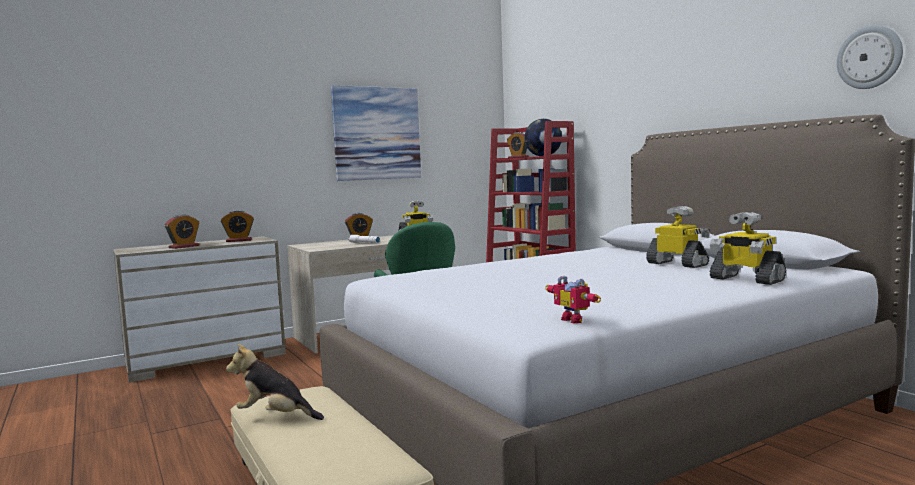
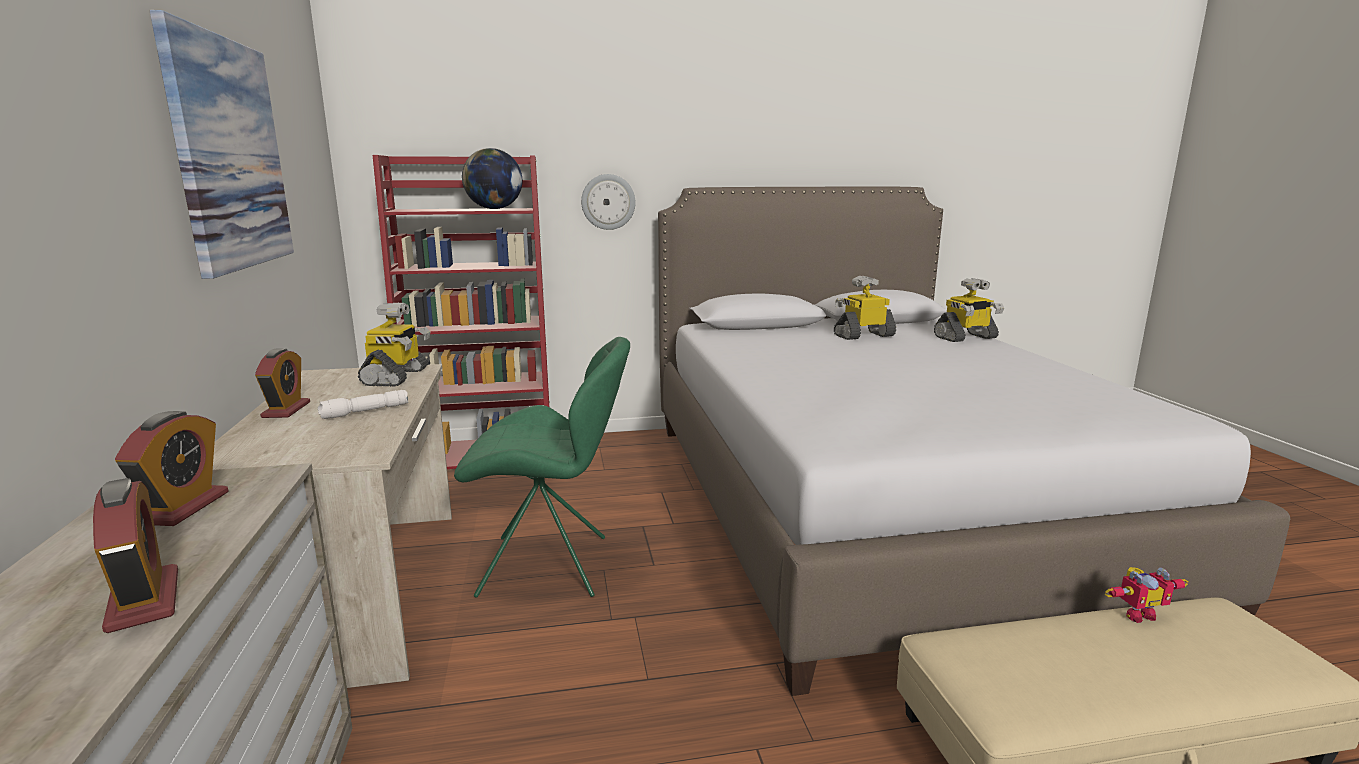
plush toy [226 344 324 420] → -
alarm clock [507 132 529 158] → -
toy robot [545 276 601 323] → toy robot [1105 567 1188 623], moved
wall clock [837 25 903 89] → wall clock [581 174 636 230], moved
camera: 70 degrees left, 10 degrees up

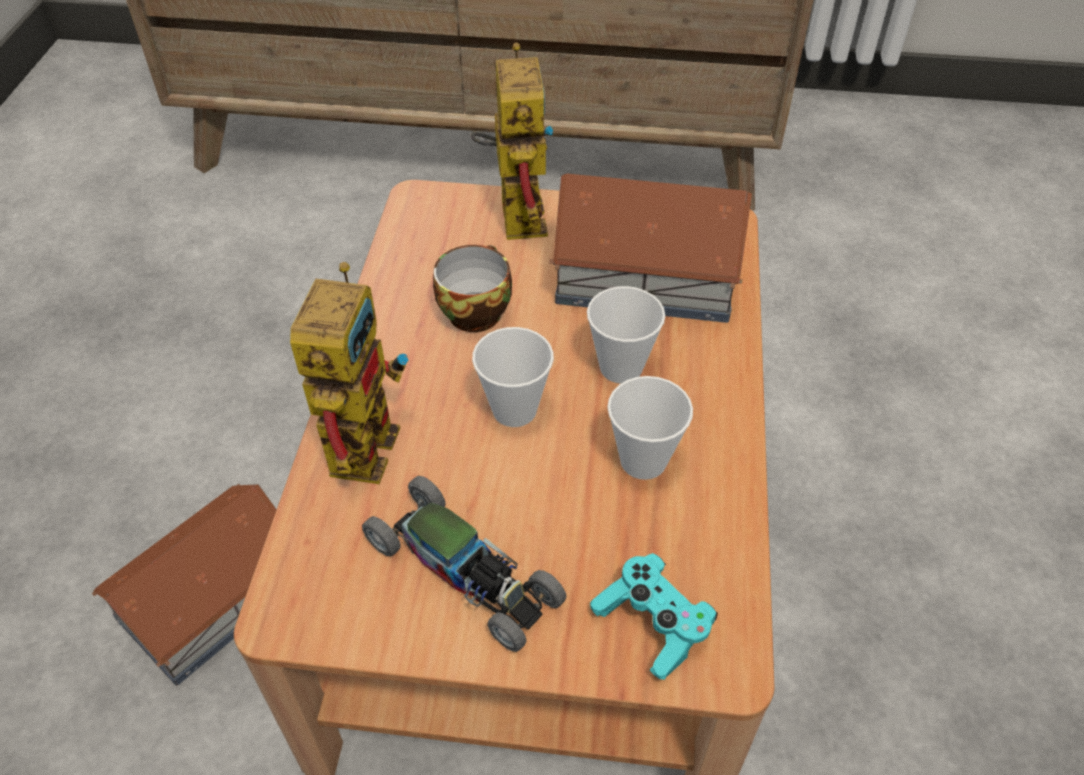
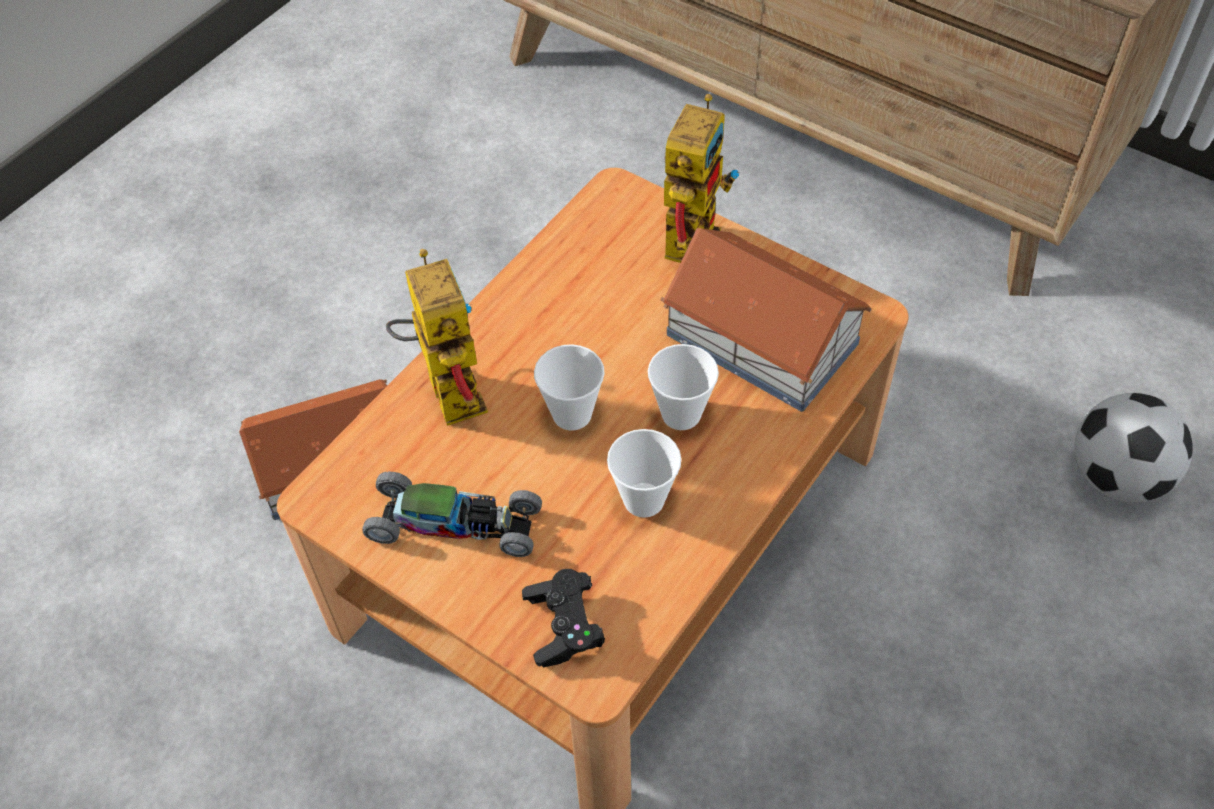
cup [433 245 512 332] → -
- → football [1075 393 1193 503]
turquoise game controller [590 553 718 680] → black game controller [522 569 605 667]
toy robot [290 262 408 484] → toy robot [386 249 488 426], 60 degrees counterclockwise
toy car [362 476 566 652] → toy car [363 471 542 557], 60 degrees counterclockwise
camera: 30 degrees right, 5 degrees up

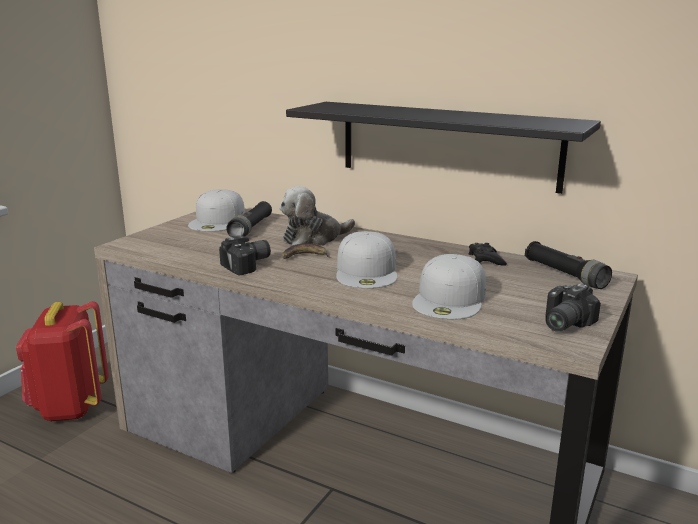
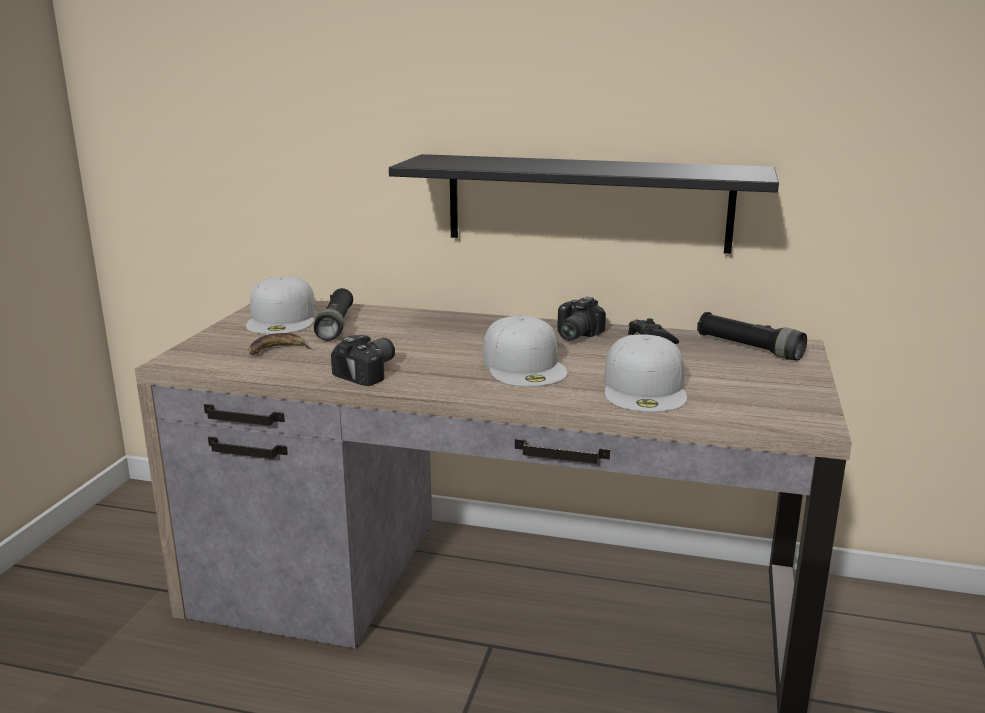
red backpack [16 301 109 421] → -
plush toy [280 186 355 246] → -
banana [282 243 332 259] → banana [249 333 312 355], moved
photo camera [545 283 601 332] → photo camera [557 296 606 341], moved
camera: 15 degrees left, 0 degrees up

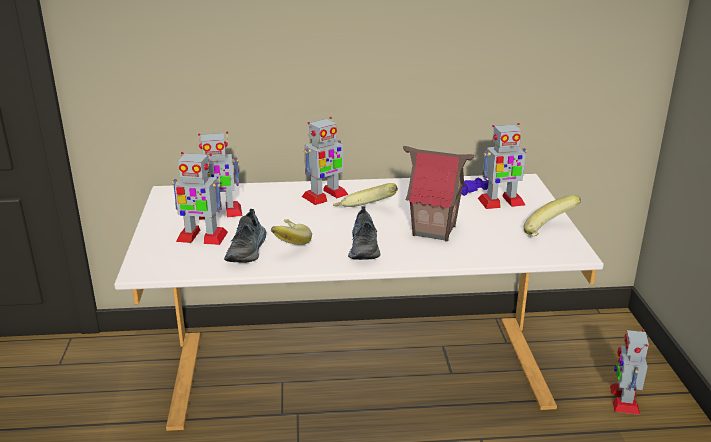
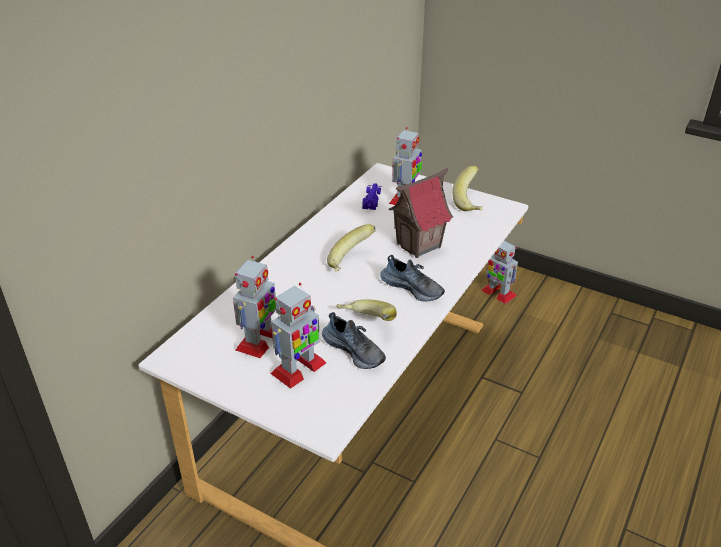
toy robot [301 117 348 205] → -
camera: 55 degrees left, 10 degrees up

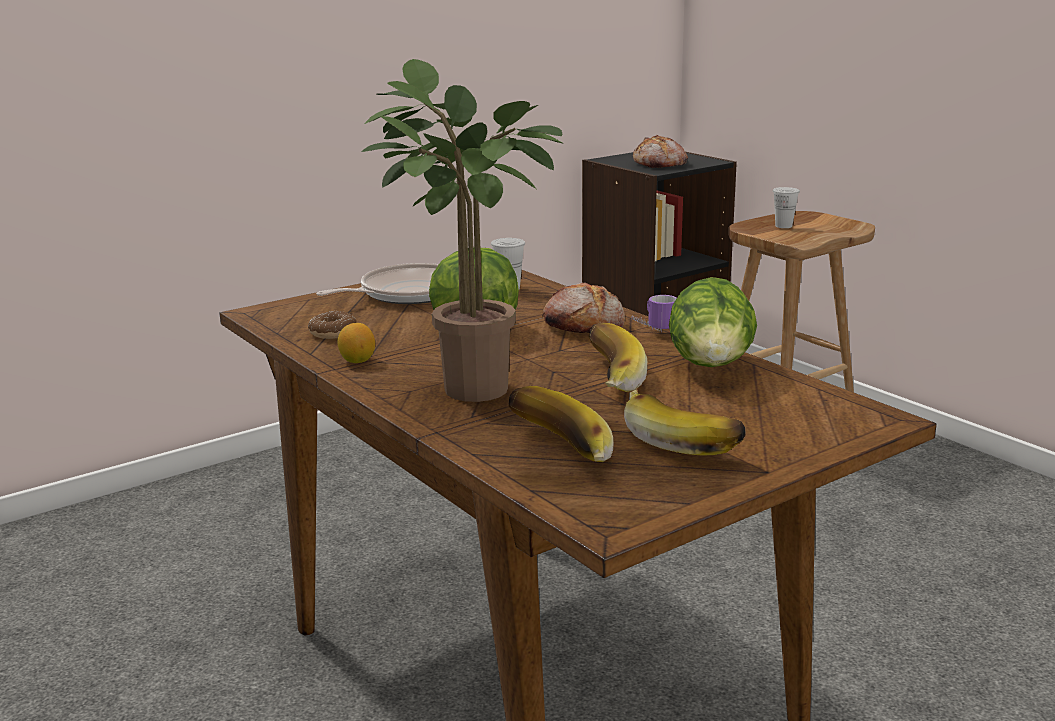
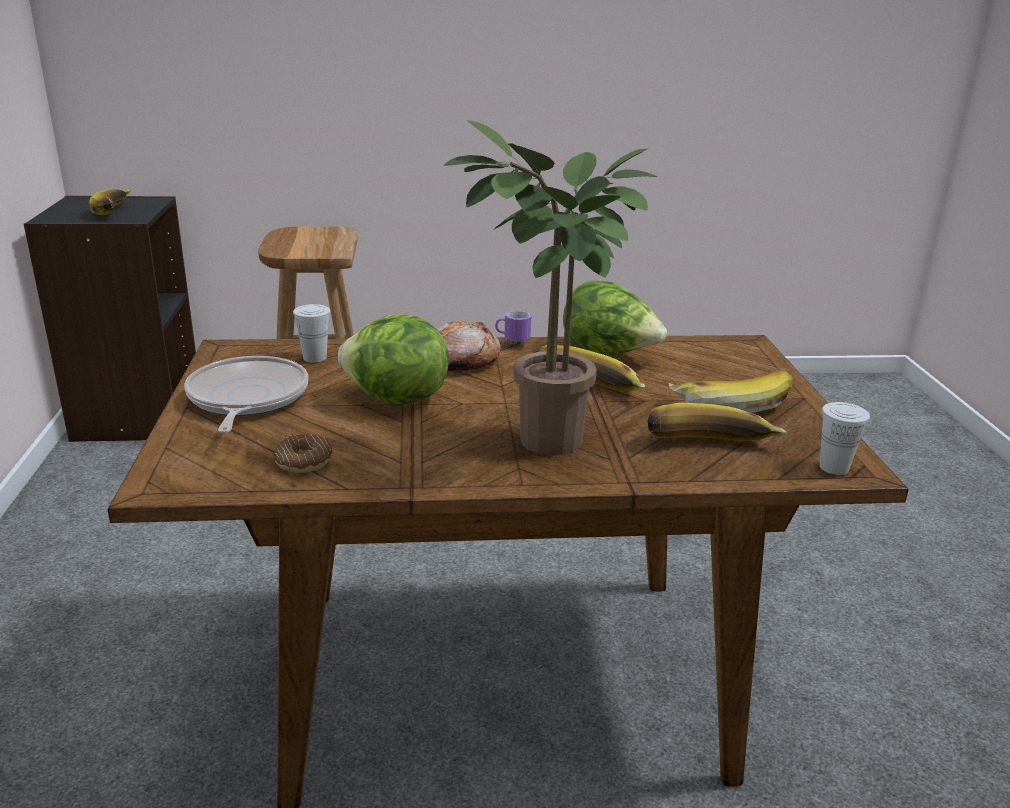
lemon [337 323 375 363] → -
white cup [773 187 800 228] → white cup [820 402 870 475], moved
bread [633 135 688 168] → banana [89 189 131 215]
camera: 60 degrees left, 5 degrees up

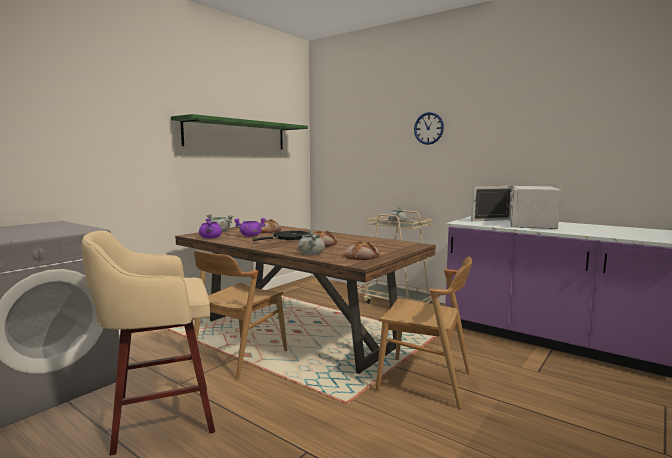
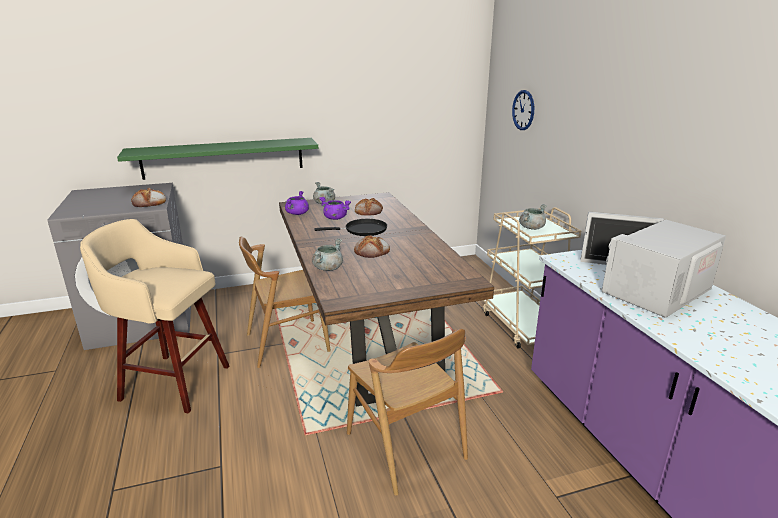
green shelf [171 114 308 150] → green shelf [117 138 318 180], moved
bread [344 241 379 260] → bread [131 188 166 207], moved
wall clock [414 112 444 145] → wall clock [512 90 534 130], moved
camera: 35 degrees right, 15 degrees up

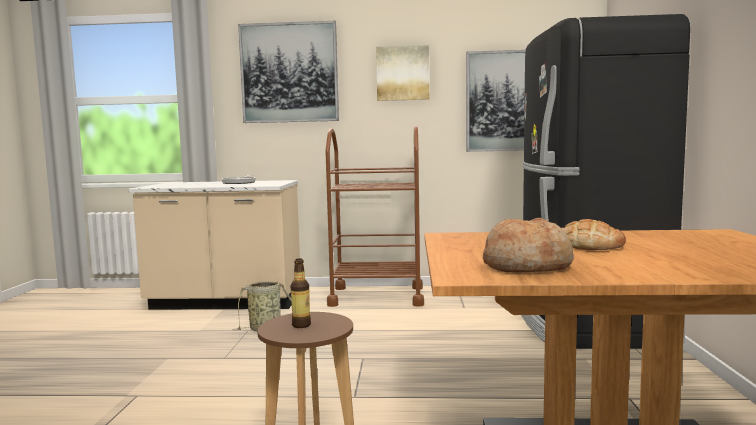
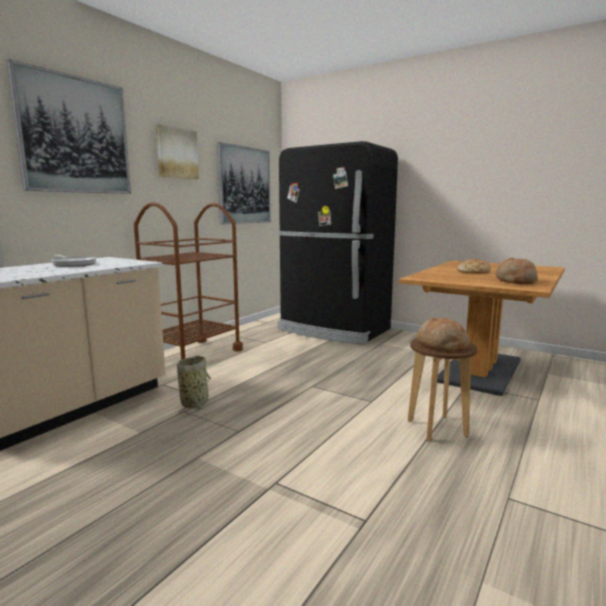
bottle [291 259 311 328] → bread [417 317 470 352]
camera: 60 degrees left, 5 degrees up

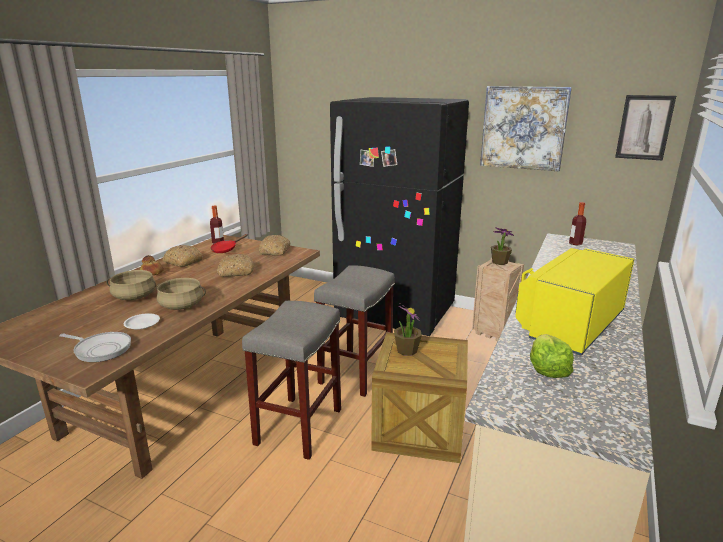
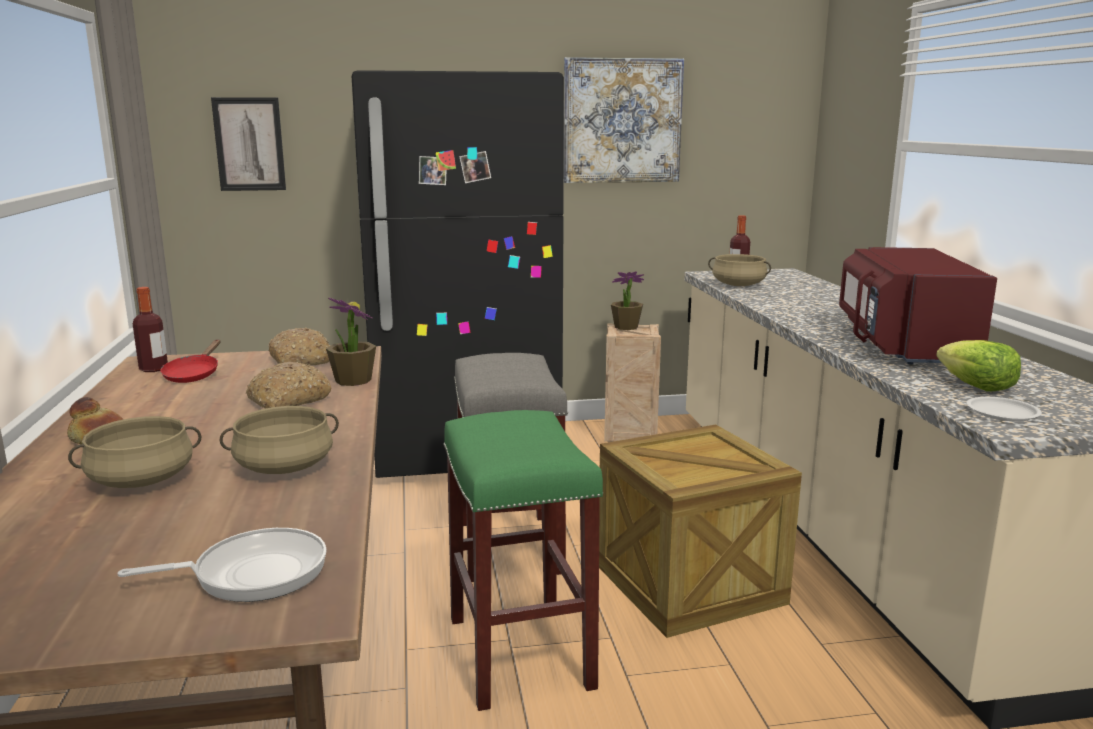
bread [163 245 203 267] → -
- → beige cooking pot [708 254 771 286]
white plate [124 313 160 330] → white plate [966 397 1042 421], moved
potted plant [394 304 422 356] → potted plant [326 298 376 386], moved
picture [615 95 676 161] → picture [211 97 286 191], moved
grey stool [242 301 341 460] → green stool [443 410 603 711]
yellow microwave [515 248 634 355] → red microwave [839 247 997 364]
camera: 35 degrees left, 5 degrees down

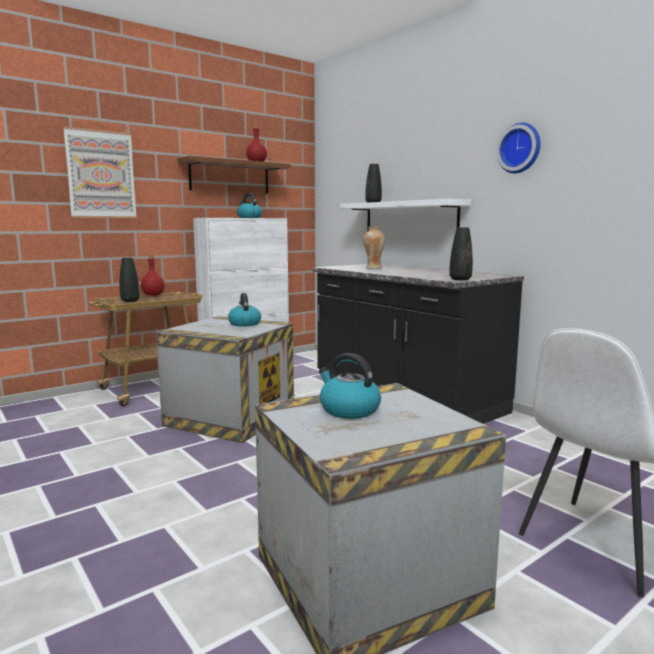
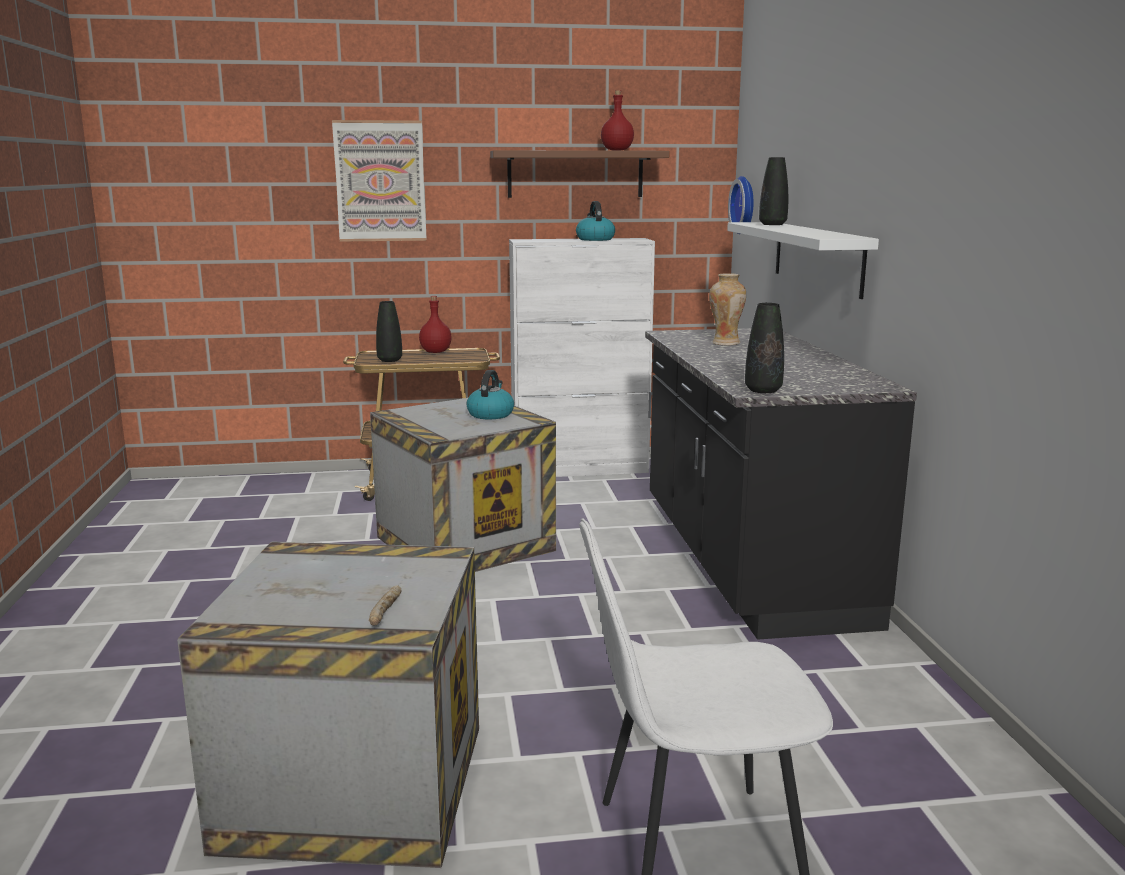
kettle [319 353 381 419] → -
- → bread [369 585 401 626]
wall clock [496 123 541 173] → wall clock [728 176 753 234], moved
camera: 30 degrees right, 5 degrees up

